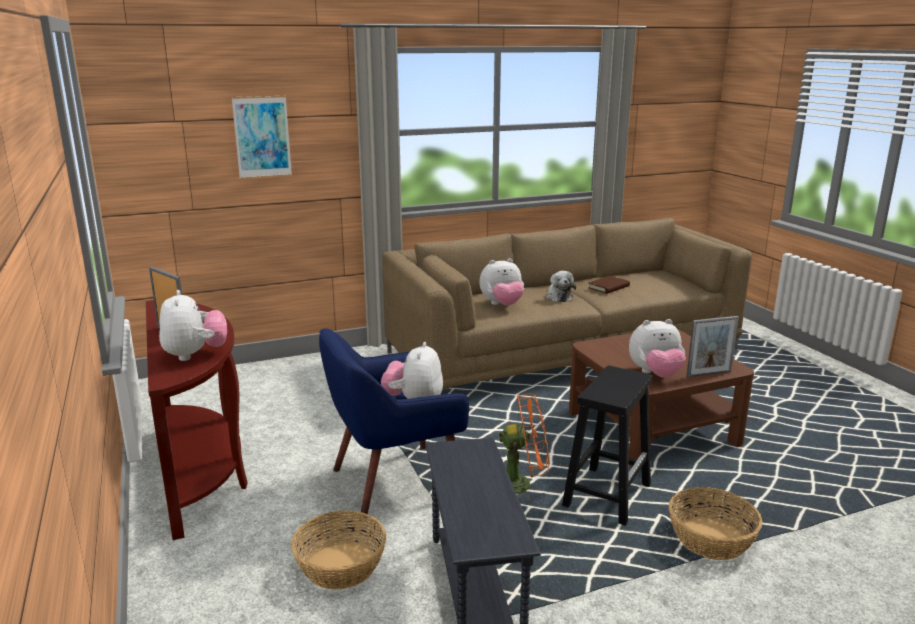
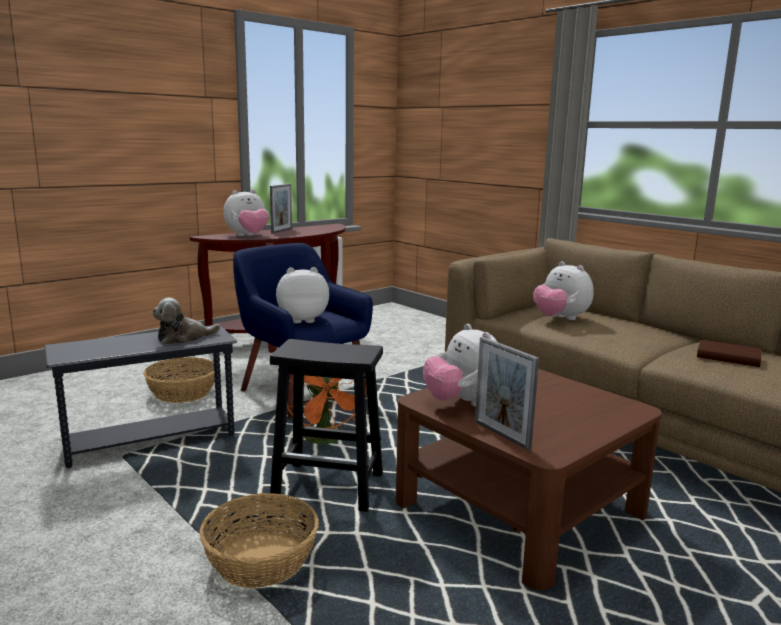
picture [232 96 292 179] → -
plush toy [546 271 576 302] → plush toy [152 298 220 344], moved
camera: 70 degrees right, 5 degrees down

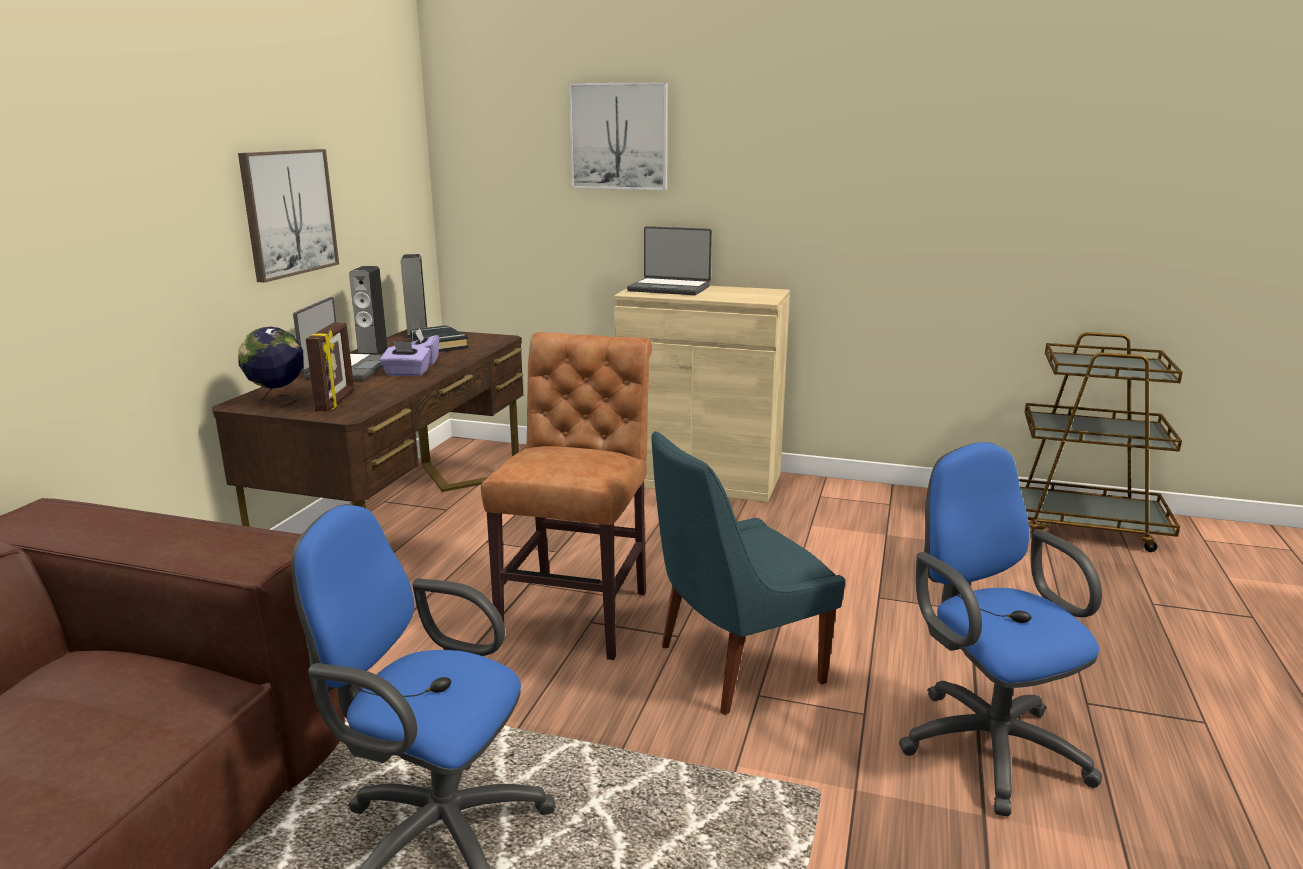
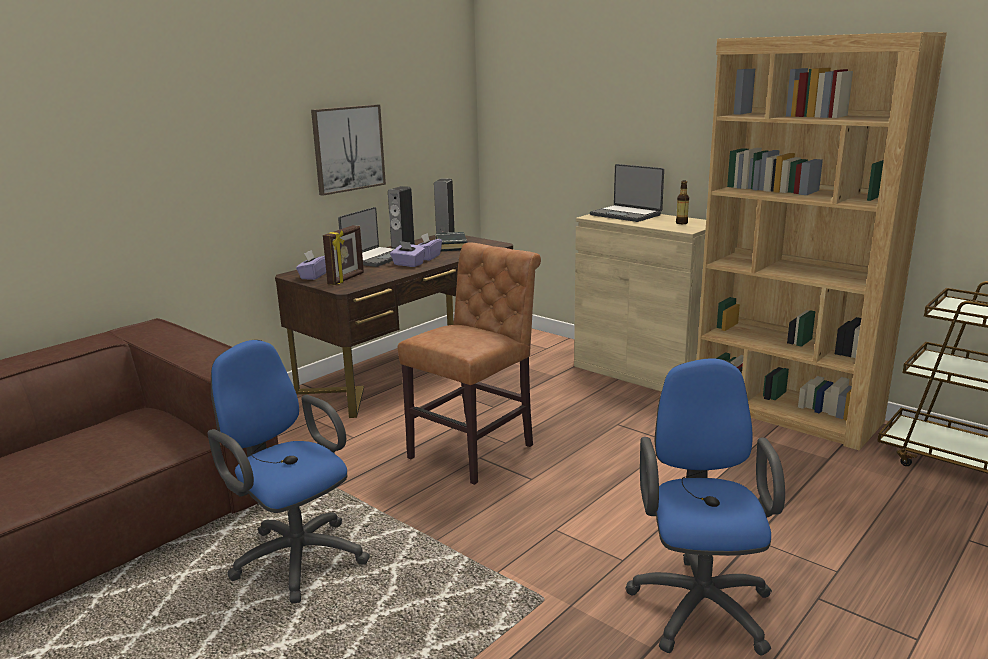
picture [568 82 668 190] → -
blue chair [651 431 845 715] → -
- → bottle [676 181 689 224]
- → brown bookcase [697 32 947 451]
globe [238 327 303 407] → purple tissue box [296 250 326 280]
camera: 25 degrees right, 0 degrees up

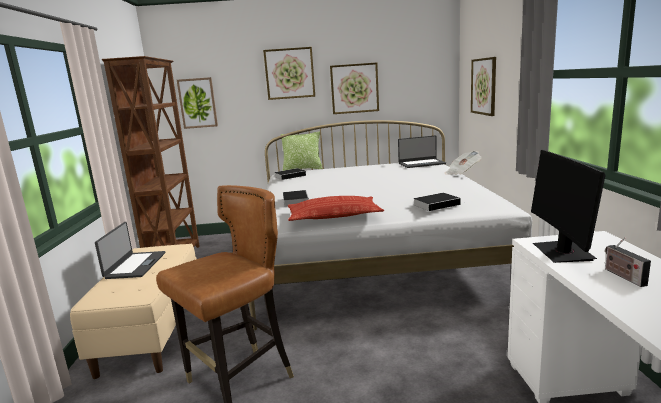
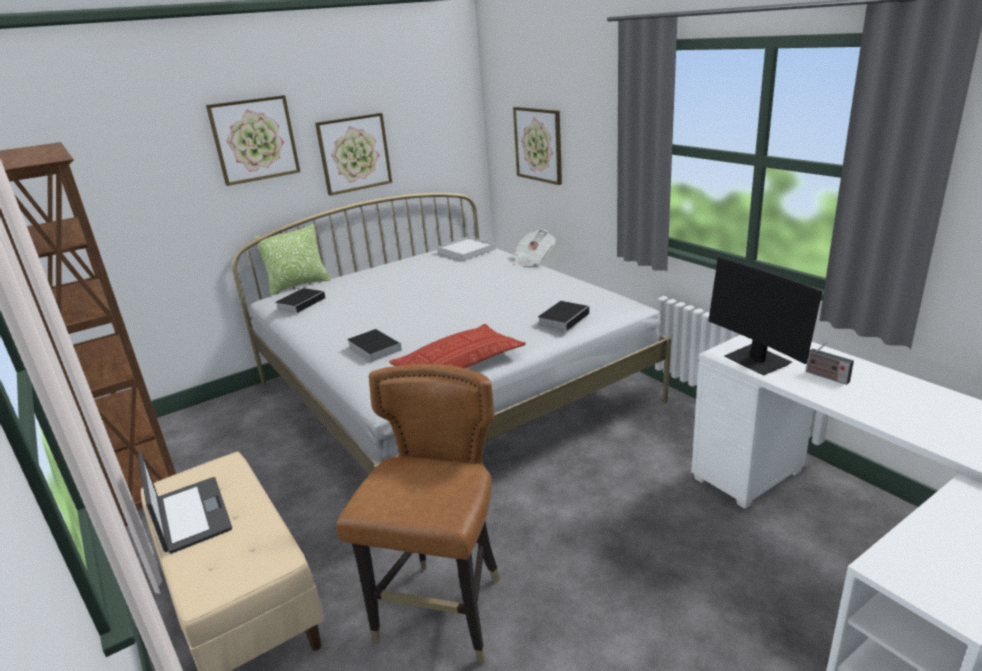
picture [177 77 218 129] → -
laptop [398 135 446 168] → white tray [437 236 496 261]
camera: 30 degrees left, 10 degrees up

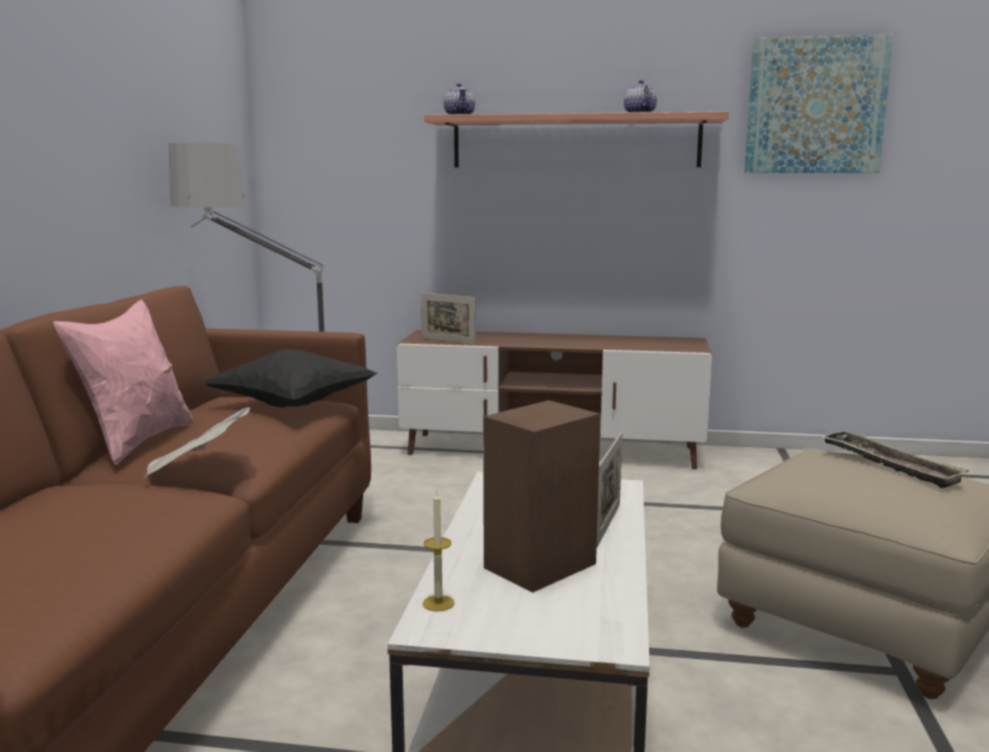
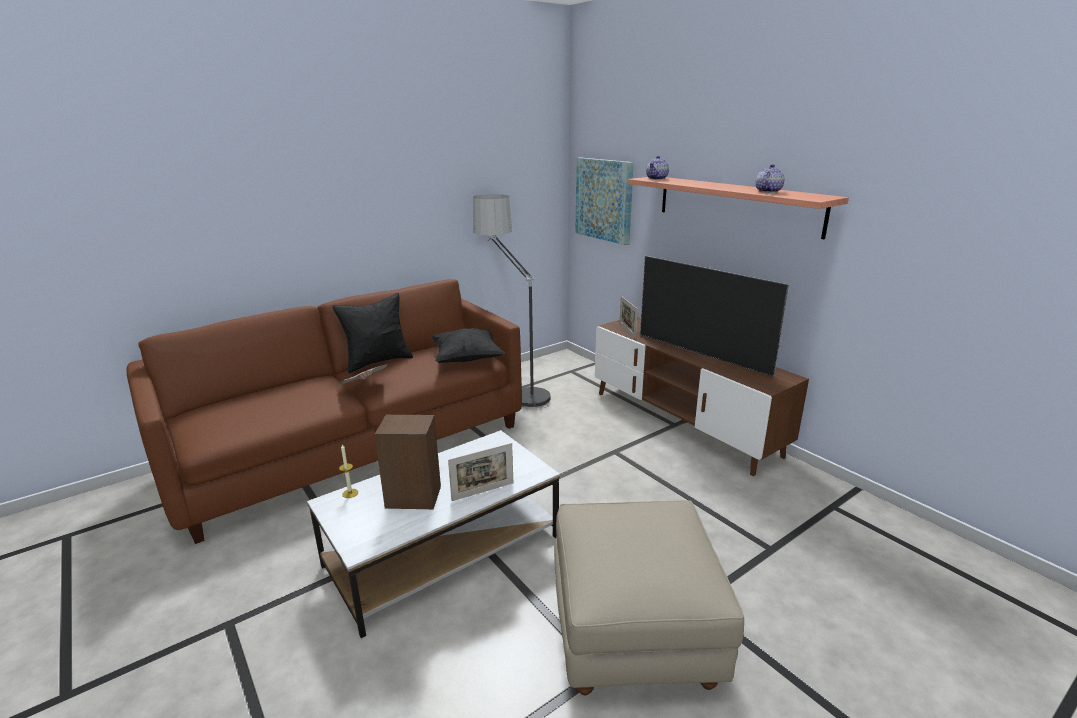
tray [820 430 969 488] → -
- → television [640 256 789 377]
picture [744 35 893 173] → picture [575 157 634 245], moved
pink pillow [53 299 194 465] → black pillow [332 293 413 373]
camera: 45 degrees right, 10 degrees up

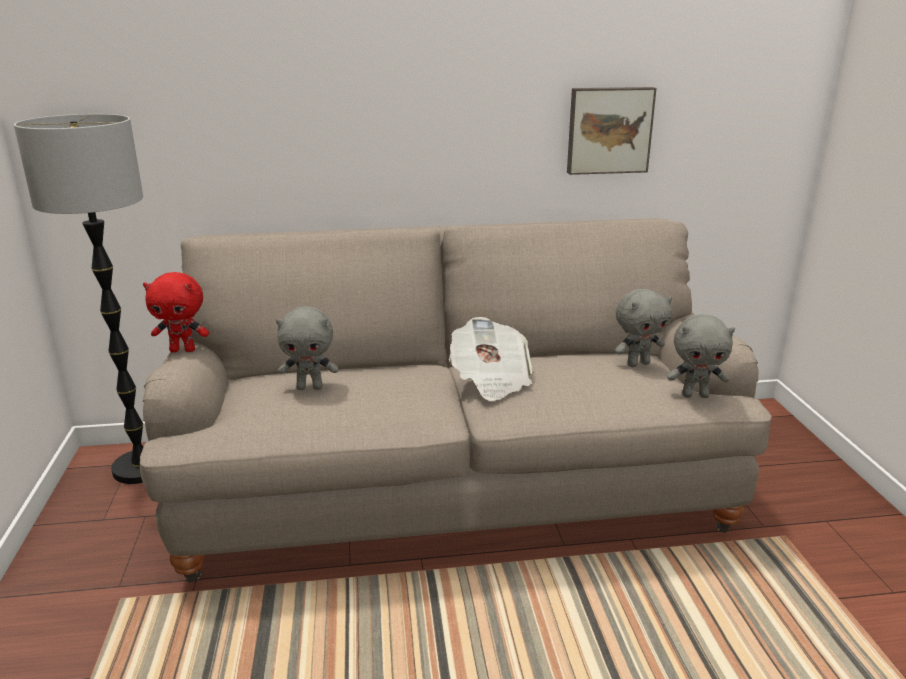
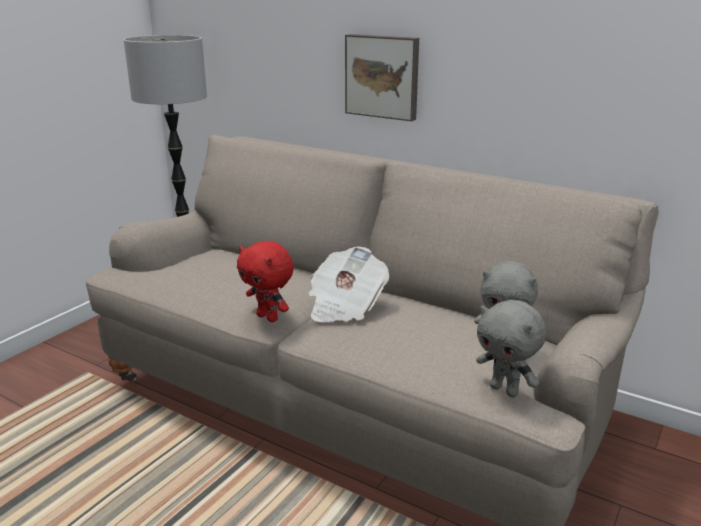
grey plush toy [276 307 338 390] → -
red plush toy [143 272 209 352] → red plush toy [237 241 294 322], moved
picture [567 87 657 175] → picture [345 34 419 121], moved
camera: 40 degrees right, 0 degrees up

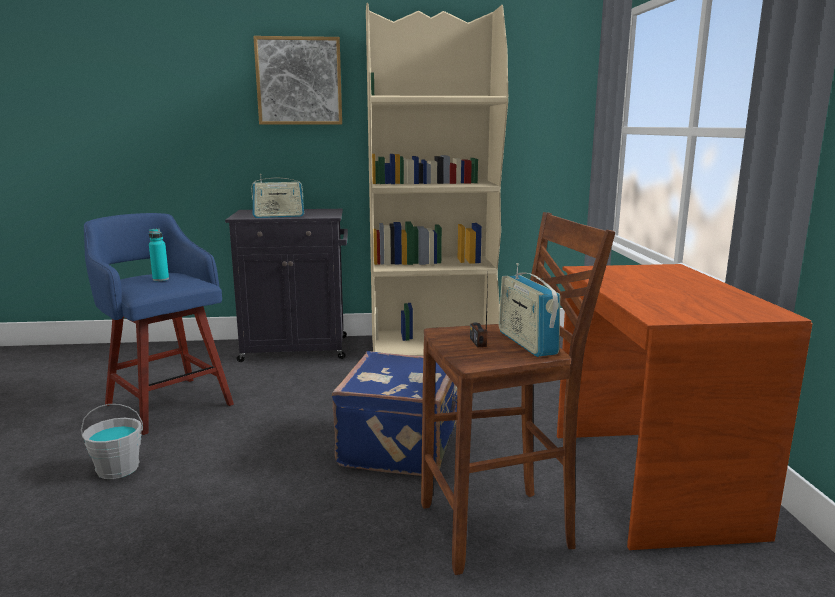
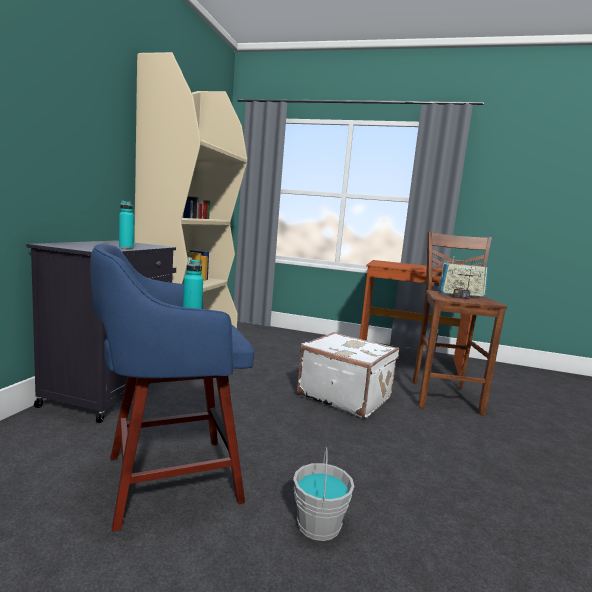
picture [253 36 342 125] → -
radio [251 174 304 218] → turquoise bottle [119 201 134 249]
blue suitcase [332 351 458 476] → white suitcase [297 332 399 419]
camera: 70 degrees left, 5 degrees down

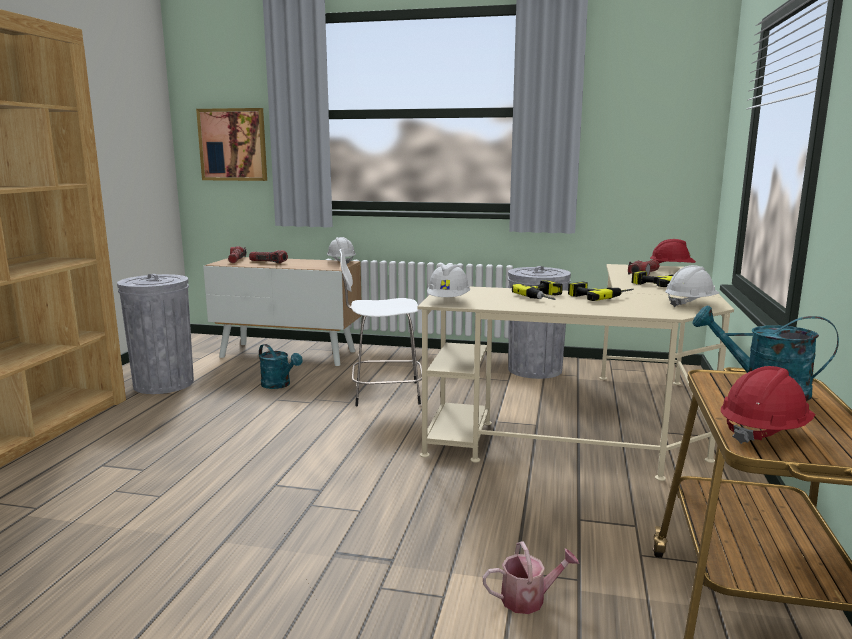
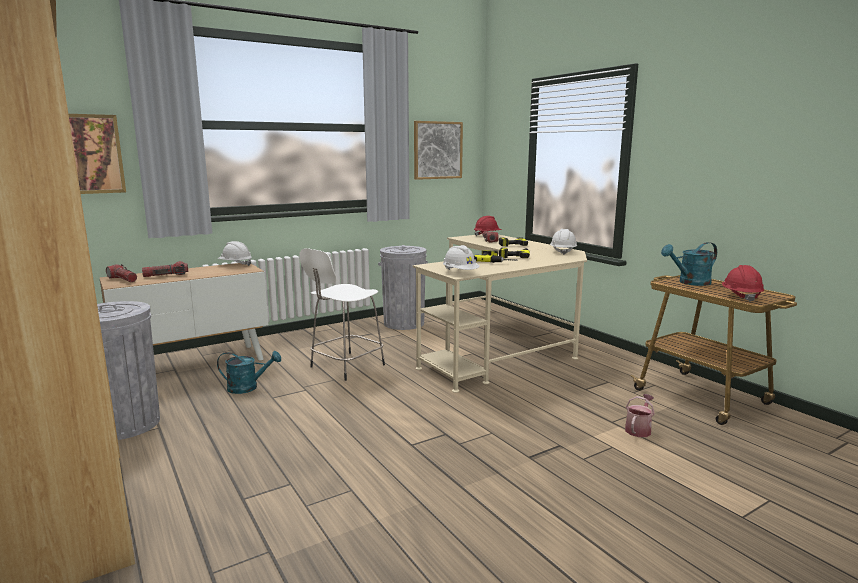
- → picture [414 121 463 180]
camera: 45 degrees left, 0 degrees up

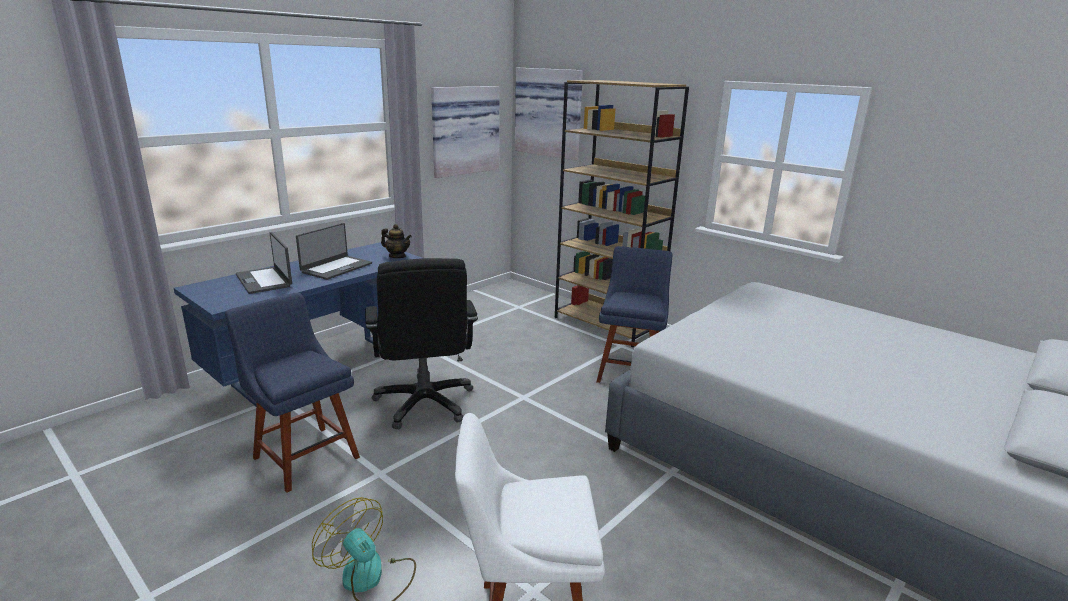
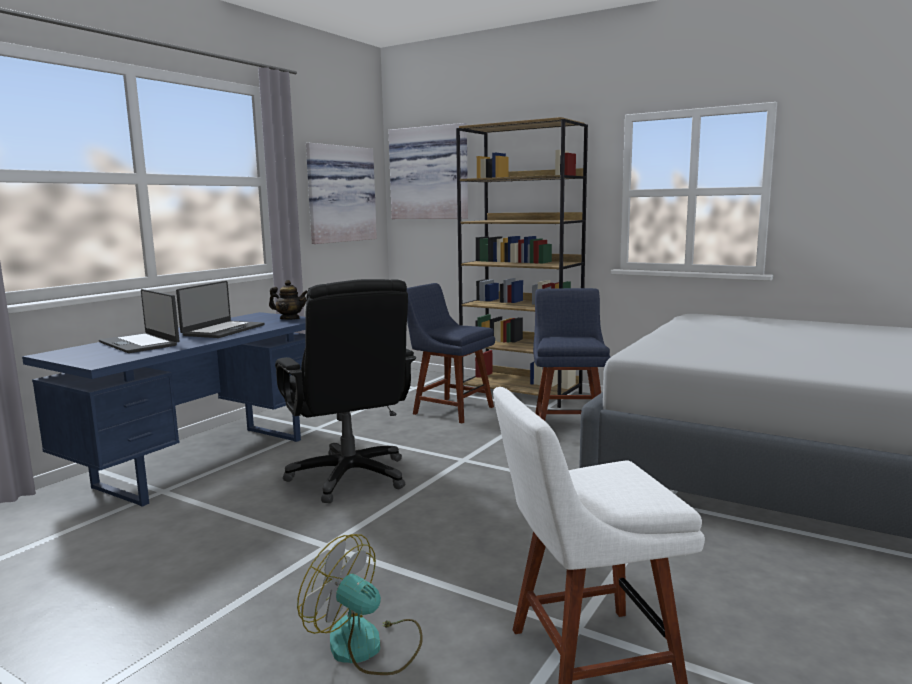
blue chair [225 293 360 492] → blue chair [407 283 495 423], moved
camera: 10 degrees left, 10 degrees down

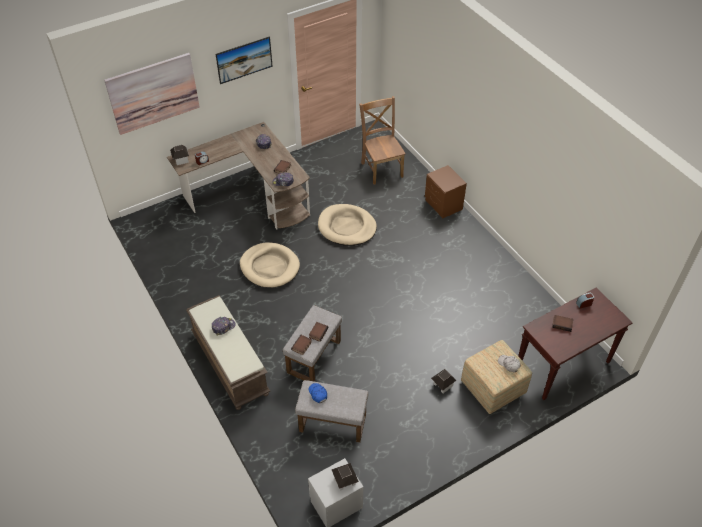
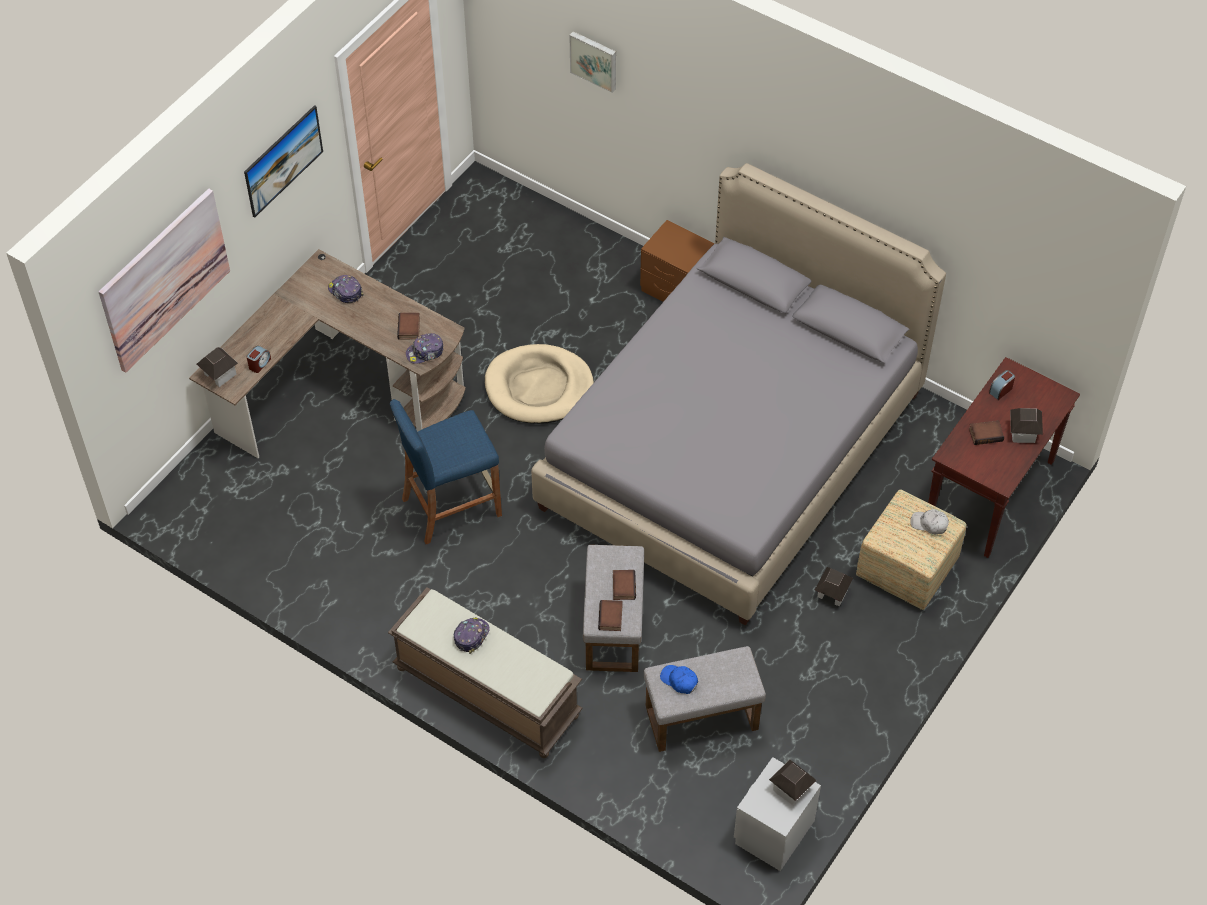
brown chair [359 96 406 185] → -
- → grey bed [531 163 946 626]
- → picture [569 31 616 93]
- → toy house [1010 408 1043 443]
beige dog bed [240 242 300 288] → blue stool [390 399 502 544]
camera: 25 degrees left, 5 degrees up

